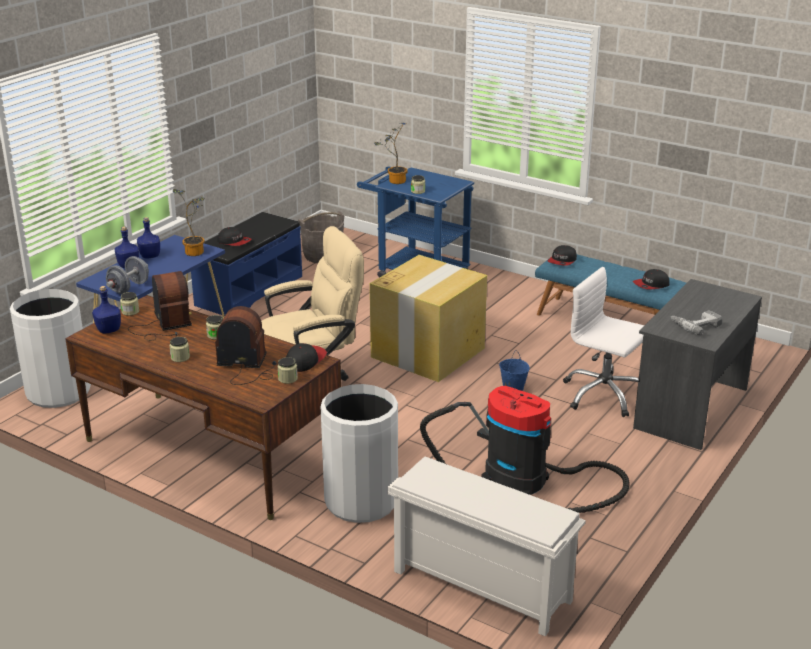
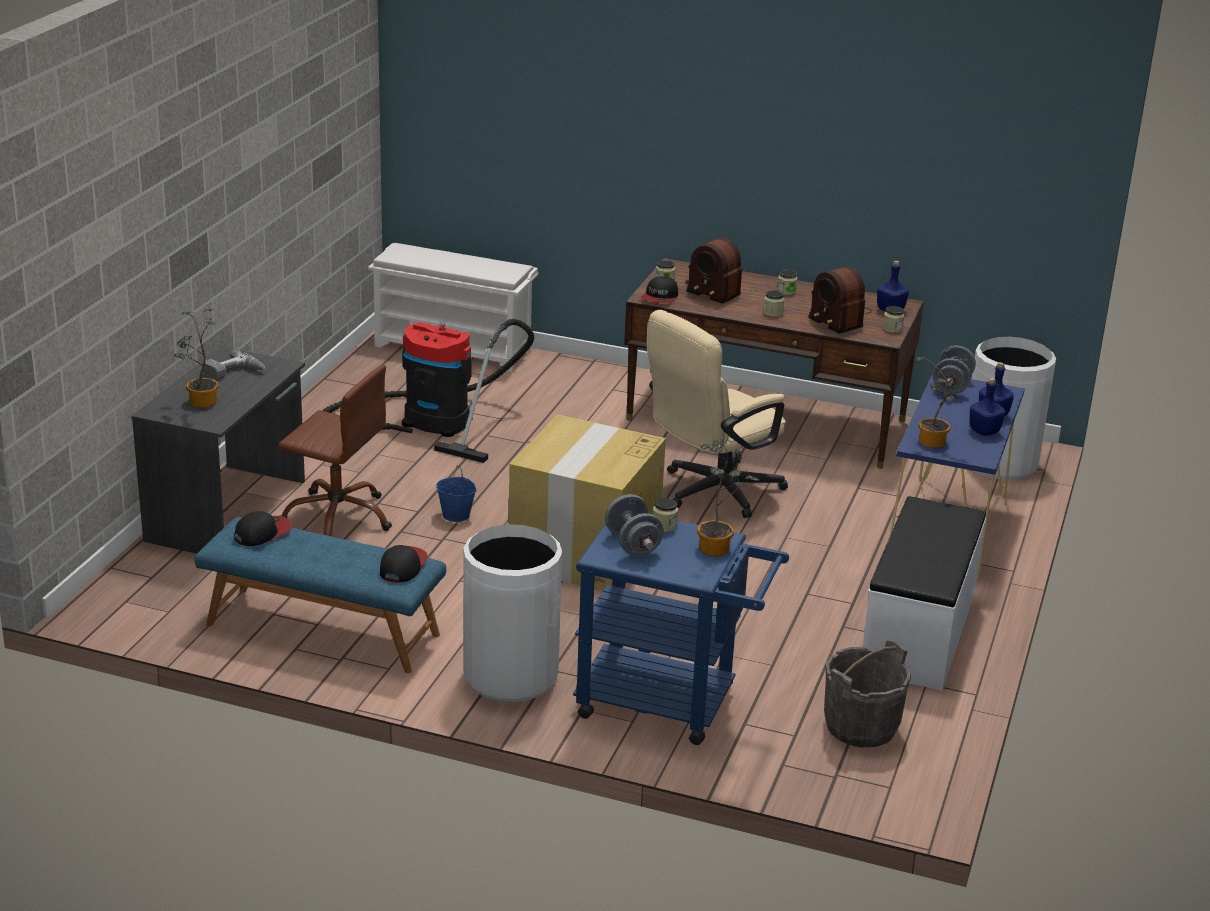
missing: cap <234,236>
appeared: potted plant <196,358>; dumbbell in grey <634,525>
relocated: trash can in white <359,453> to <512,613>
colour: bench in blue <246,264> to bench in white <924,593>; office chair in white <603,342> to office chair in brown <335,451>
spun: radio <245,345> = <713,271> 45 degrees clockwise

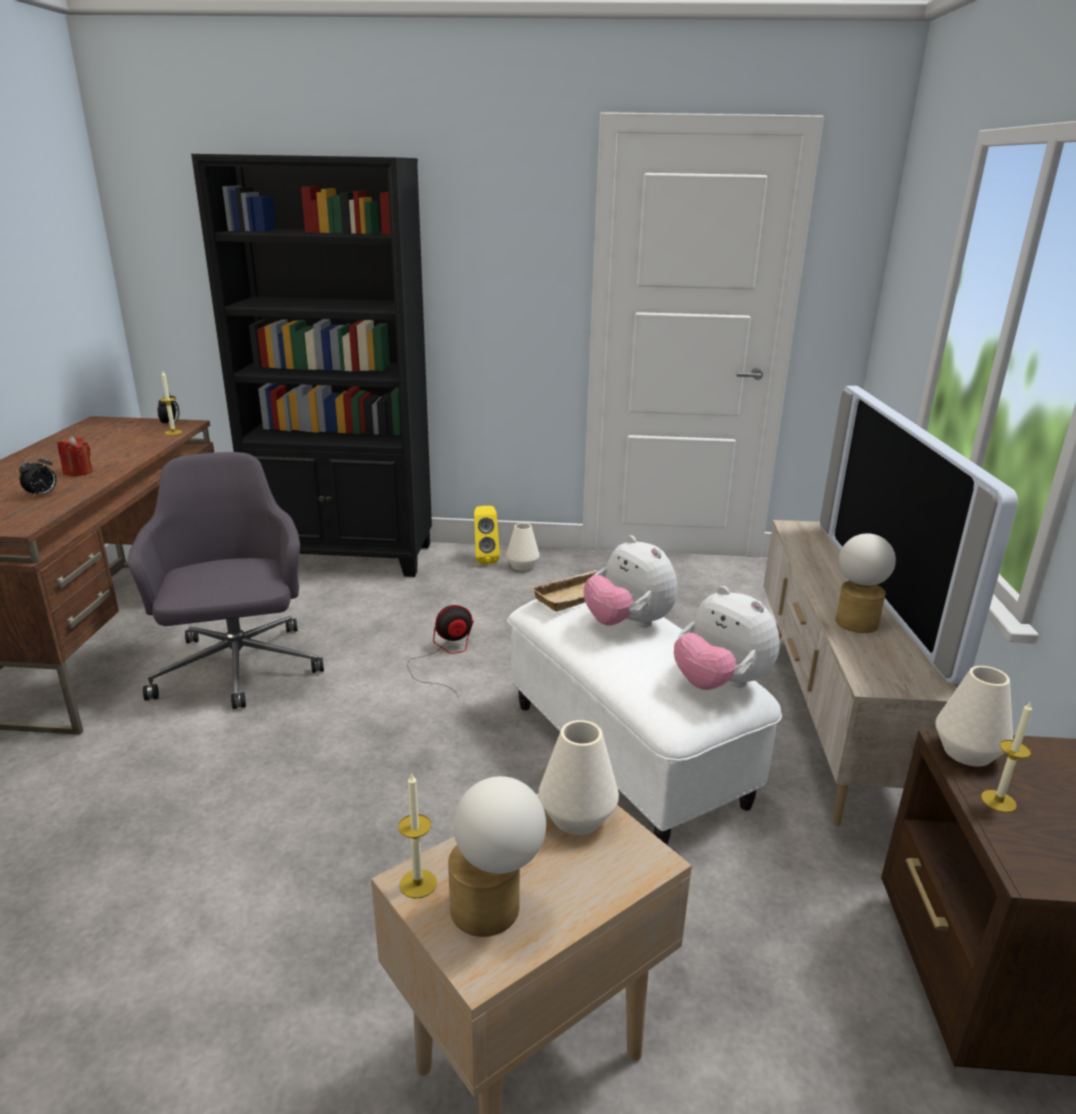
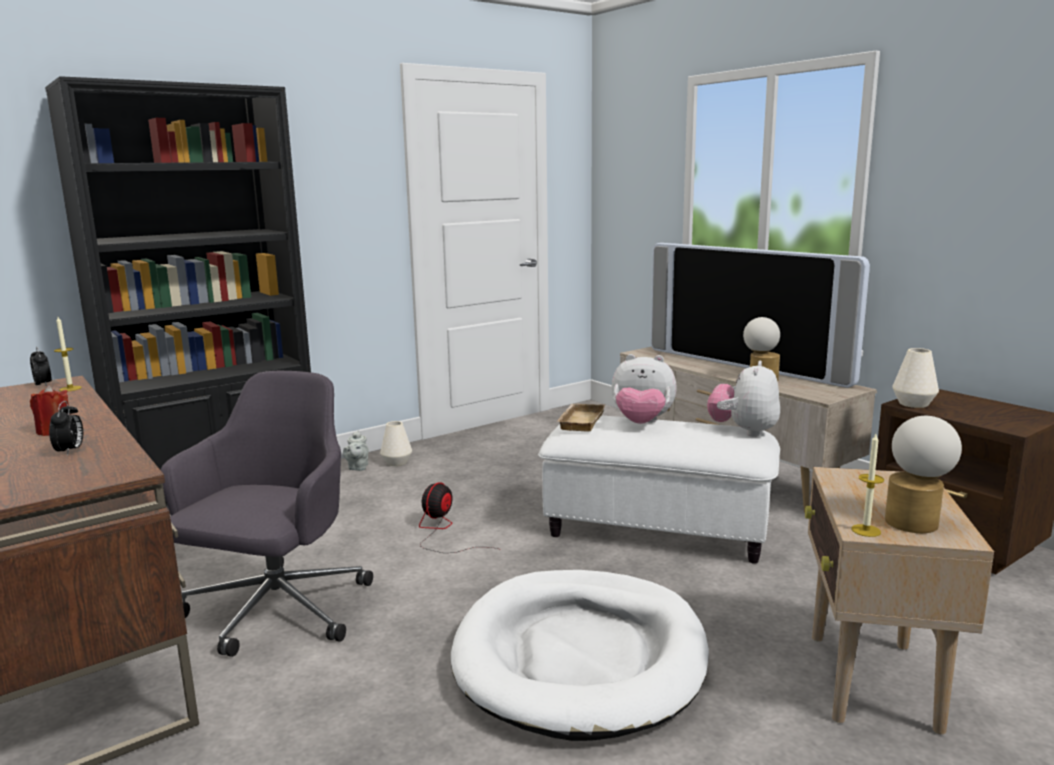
missing: candle <1006,757>; vase in white <579,777>
appeared: dog bed in white <580,655>
exchanged: speaker in yellow <487,535> to teapot in grey <356,451>
spun: office chair in grey <226,580> = <266,514> 75 degrees clockwise; plush toy <727,638> = <743,399> 105 degrees clockwise

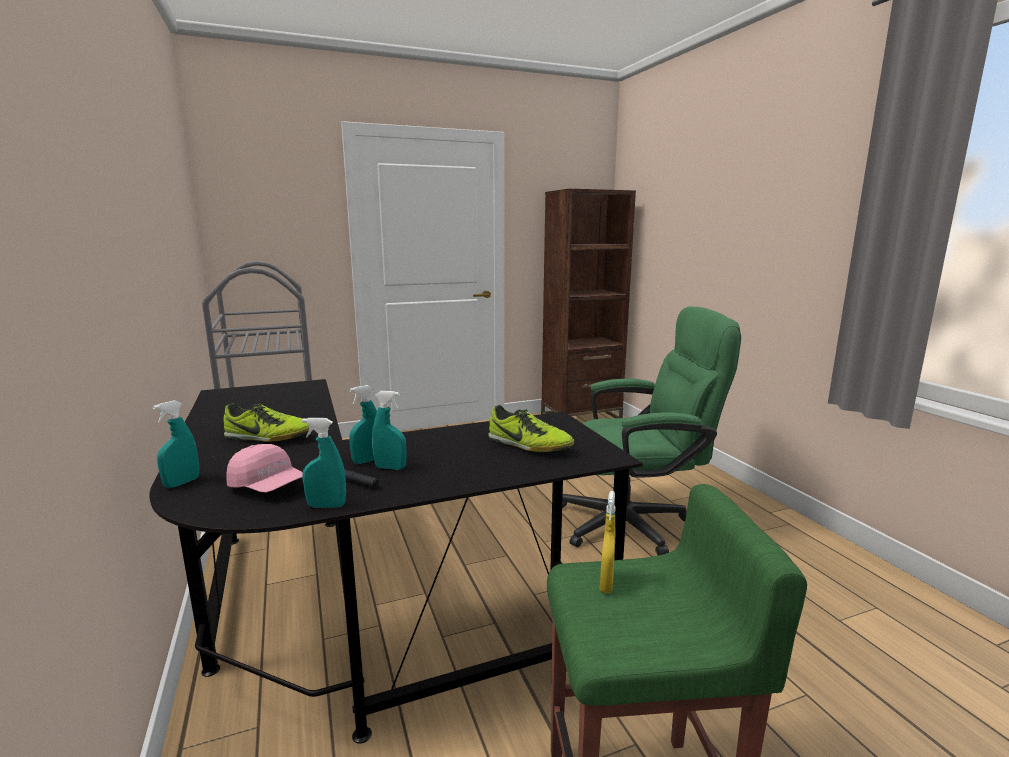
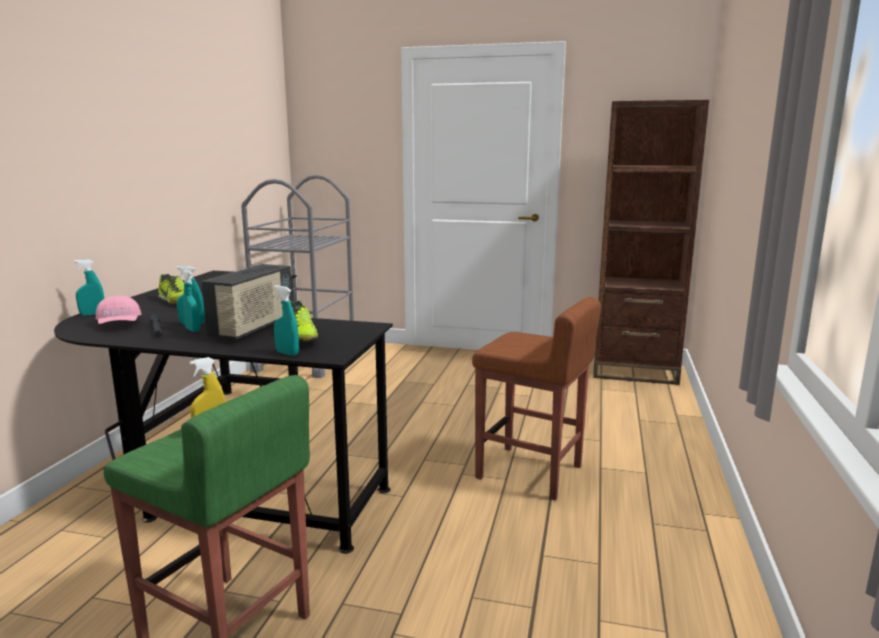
appeared: radio <247,301>
relocated: spray bottle in turquoise <324,463> to <286,320>
exchanged: office chair in green <651,430> to stool in brown <536,399>

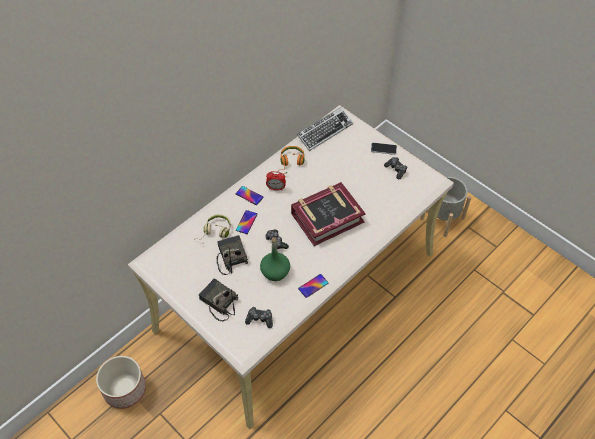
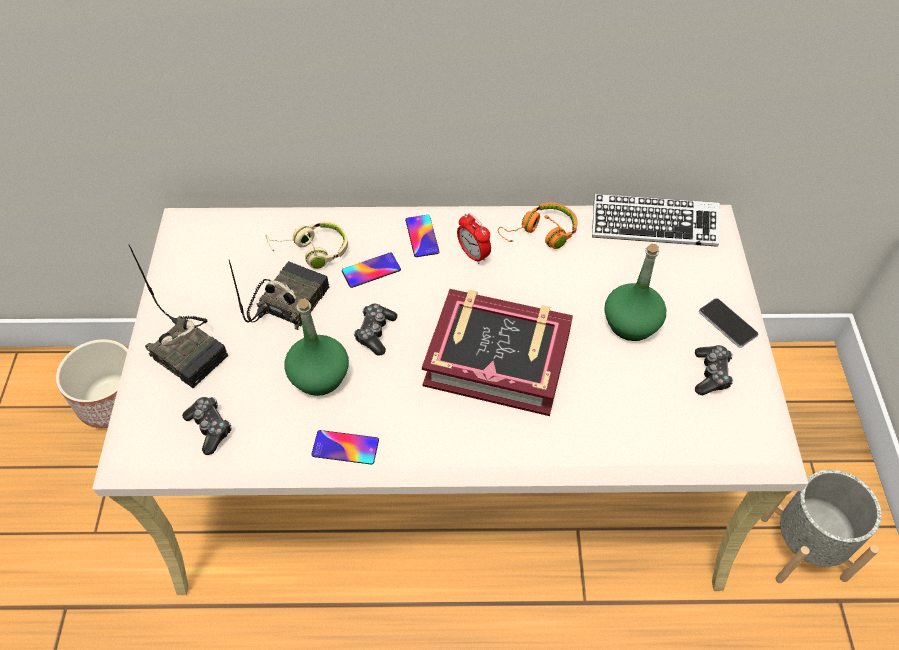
appeared: bottle in green <635,292>
spun: radio <218,300> = <178,316> 135 degrees clockwise

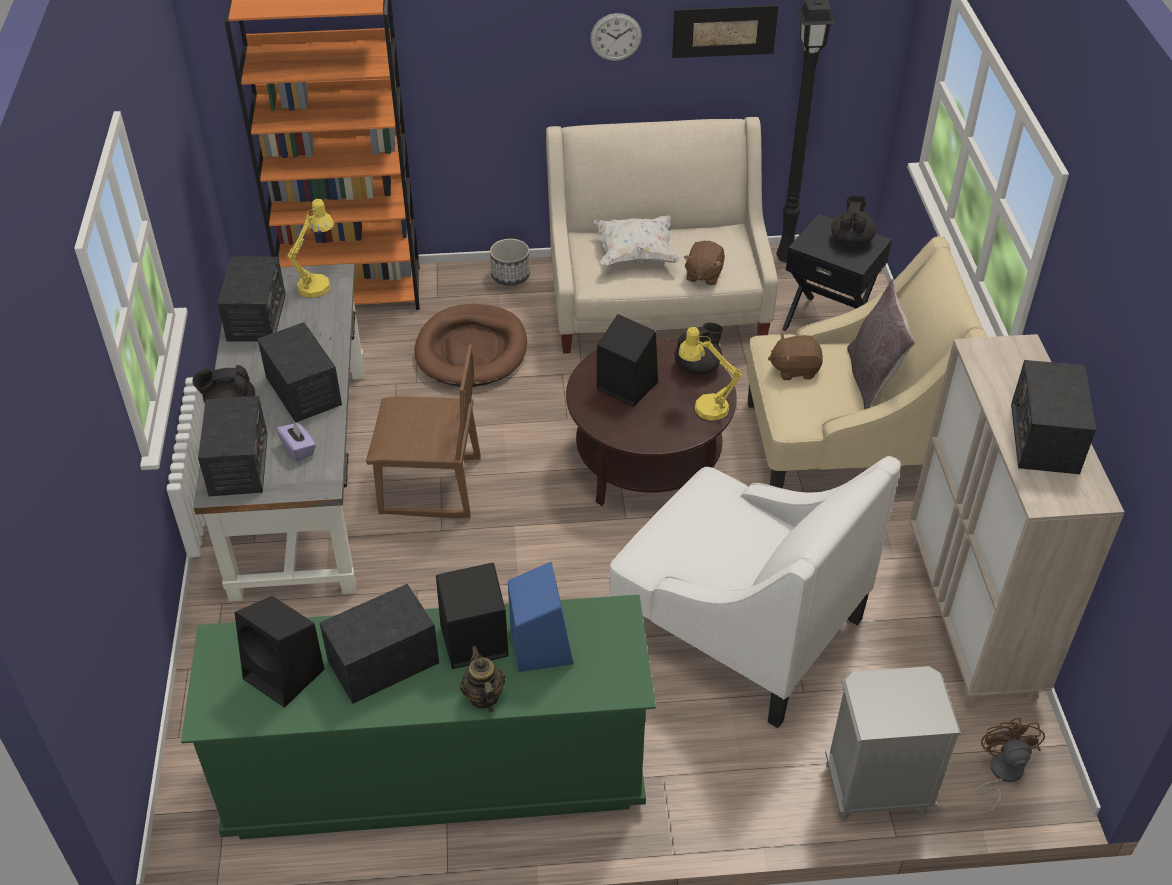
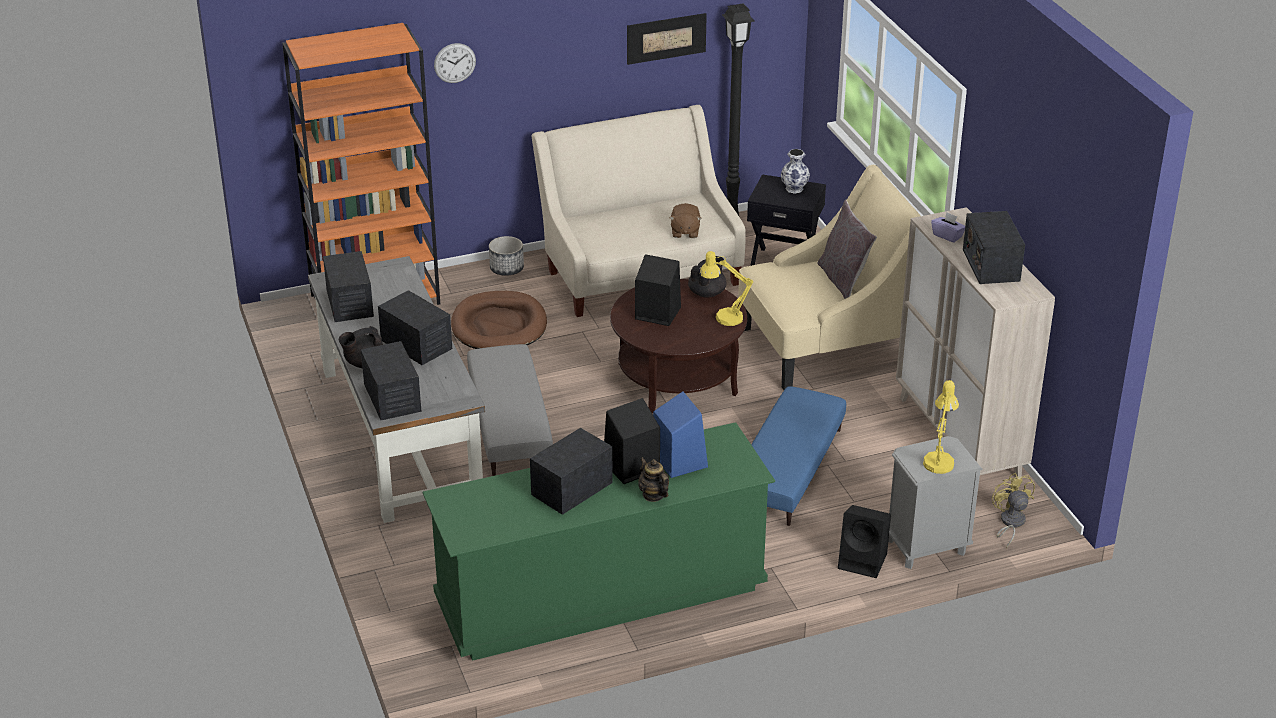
missing: pillow in white <637,240>; plush toy in brown <795,357>
relocated: wall clock <616,37> to <455,63>; table lamp in yellow <310,248> to <941,427>; tissue box in purple <296,441> to <948,227>; speaker in black <280,652> to <864,541>
exchanged: teapot in black <853,220> to vase <795,171>; chair in brown <423,431> to ottoman in grey <510,410>; armchair in white <755,592> to ottoman in blue <798,456>
colour: fan in brown <1010,766> to fan in yellow <1013,510>

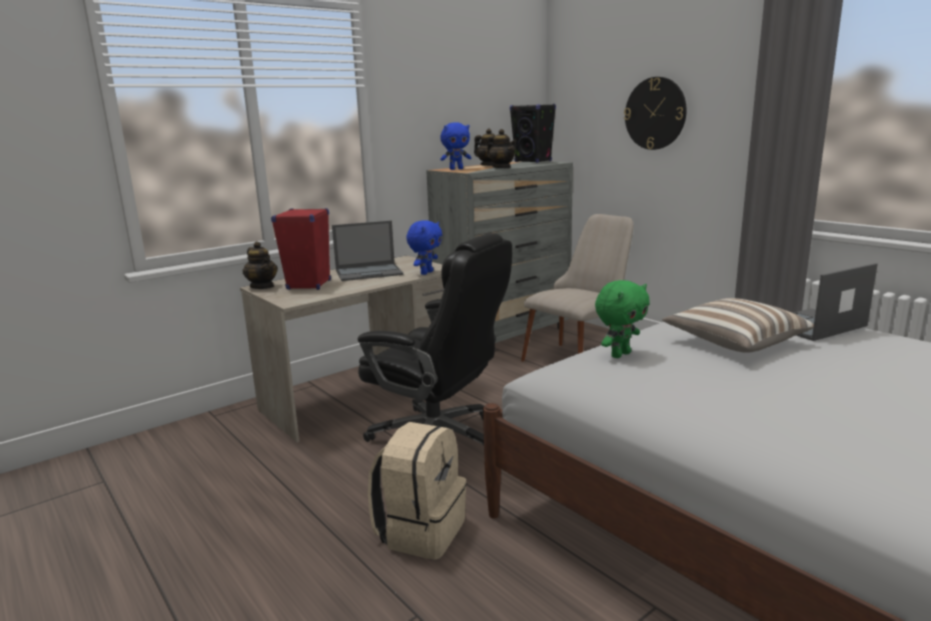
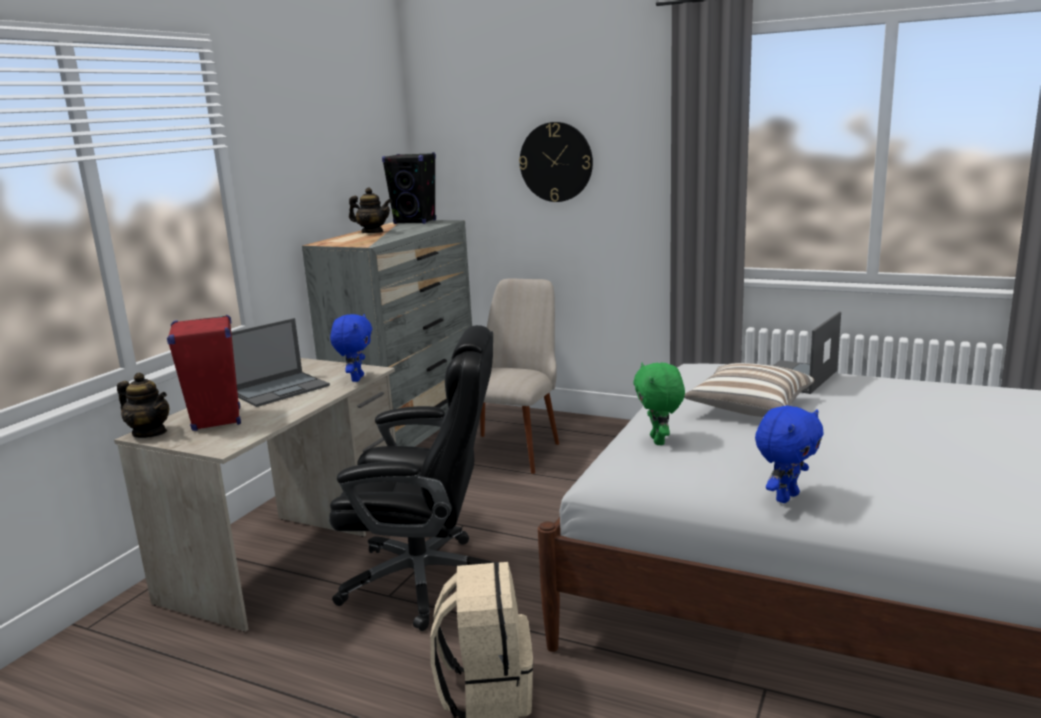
missing: teapot <501,148>
relocated: plush toy in blue <455,146> to <789,454>
spun: plush toy in green <622,319> = <659,404> 150 degrees clockwise

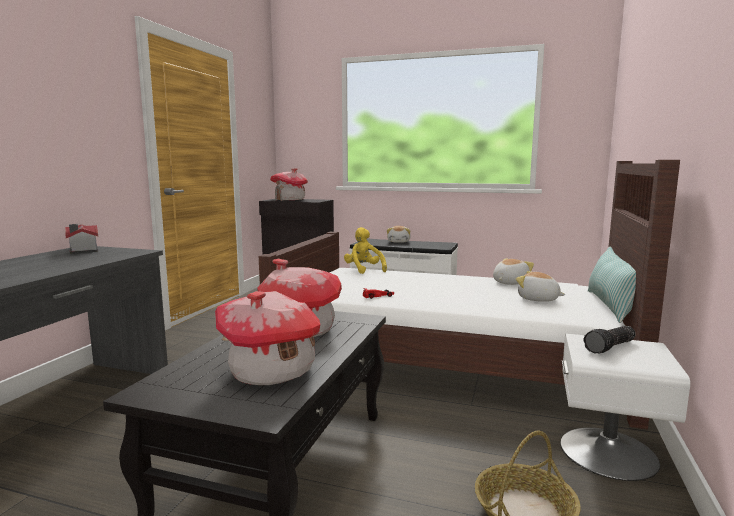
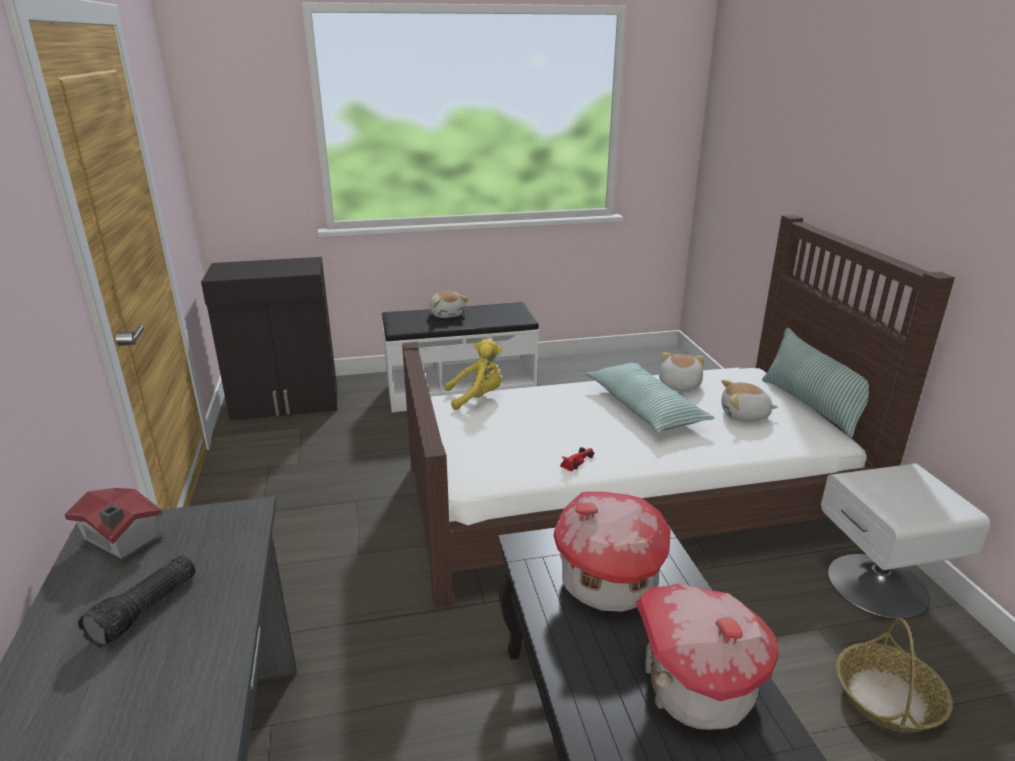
missing: toy house <289,184>
appeared: pillow <650,397>
relocated: flashlight <609,339> to <136,601>
spun: plush toy in yellow <365,250> = <473,374> 135 degrees clockwise

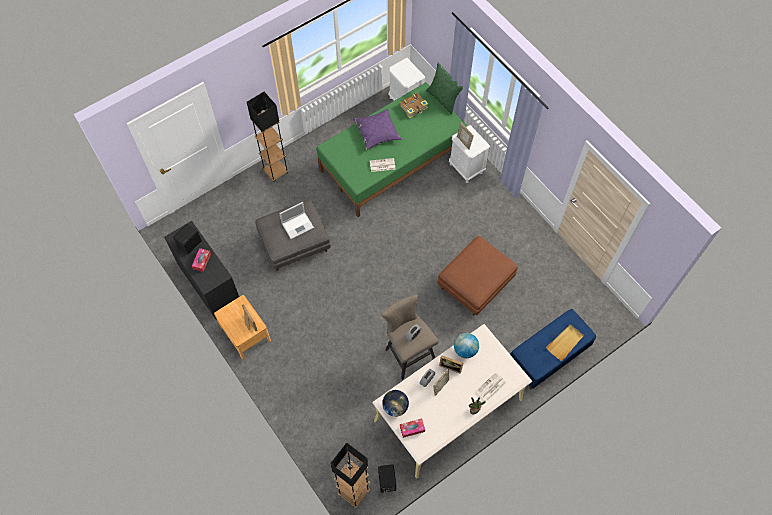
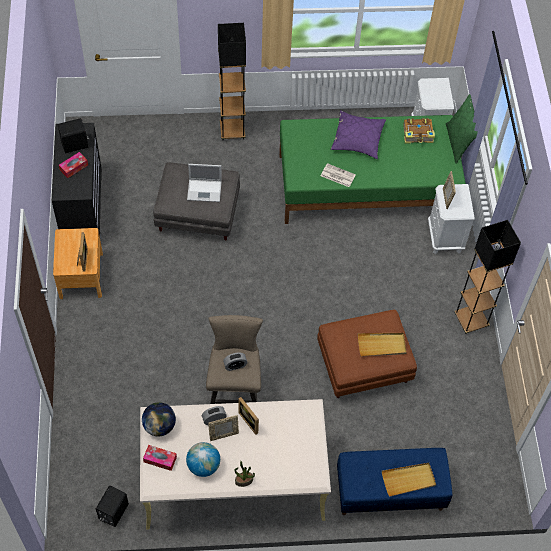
missing: newspaper <491,386>
appeared: tray in beige <382,344>
relocated: globe <466,345> to <203,459>; floor lamp in black <350,475> to <487,277>

